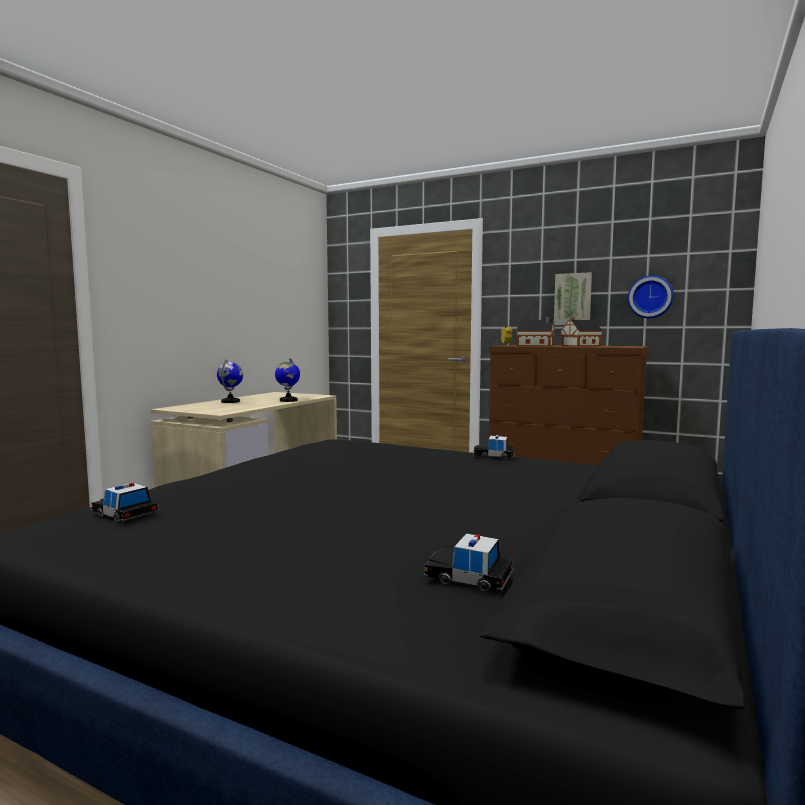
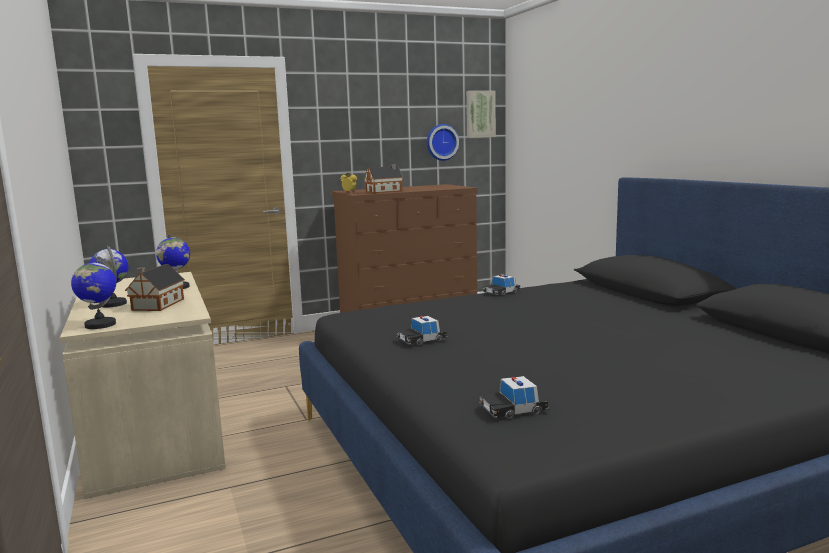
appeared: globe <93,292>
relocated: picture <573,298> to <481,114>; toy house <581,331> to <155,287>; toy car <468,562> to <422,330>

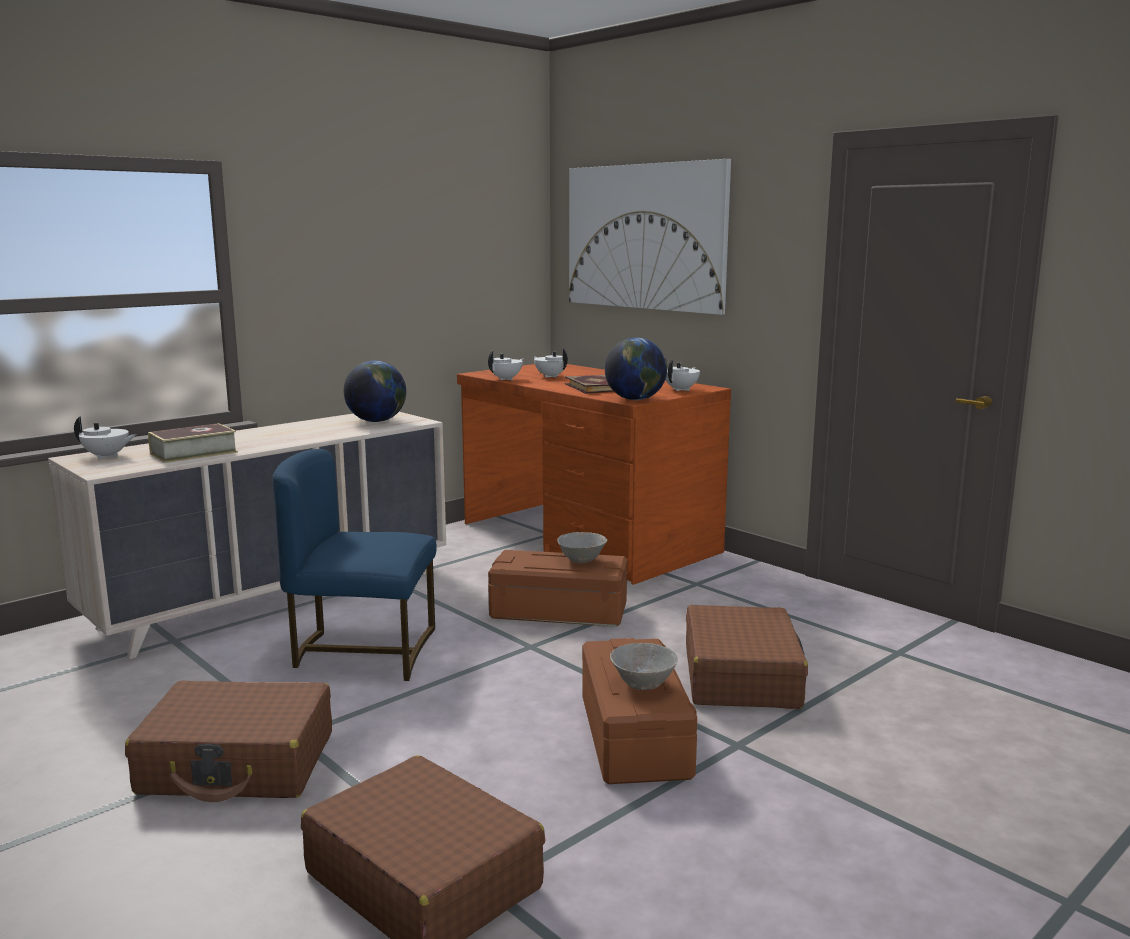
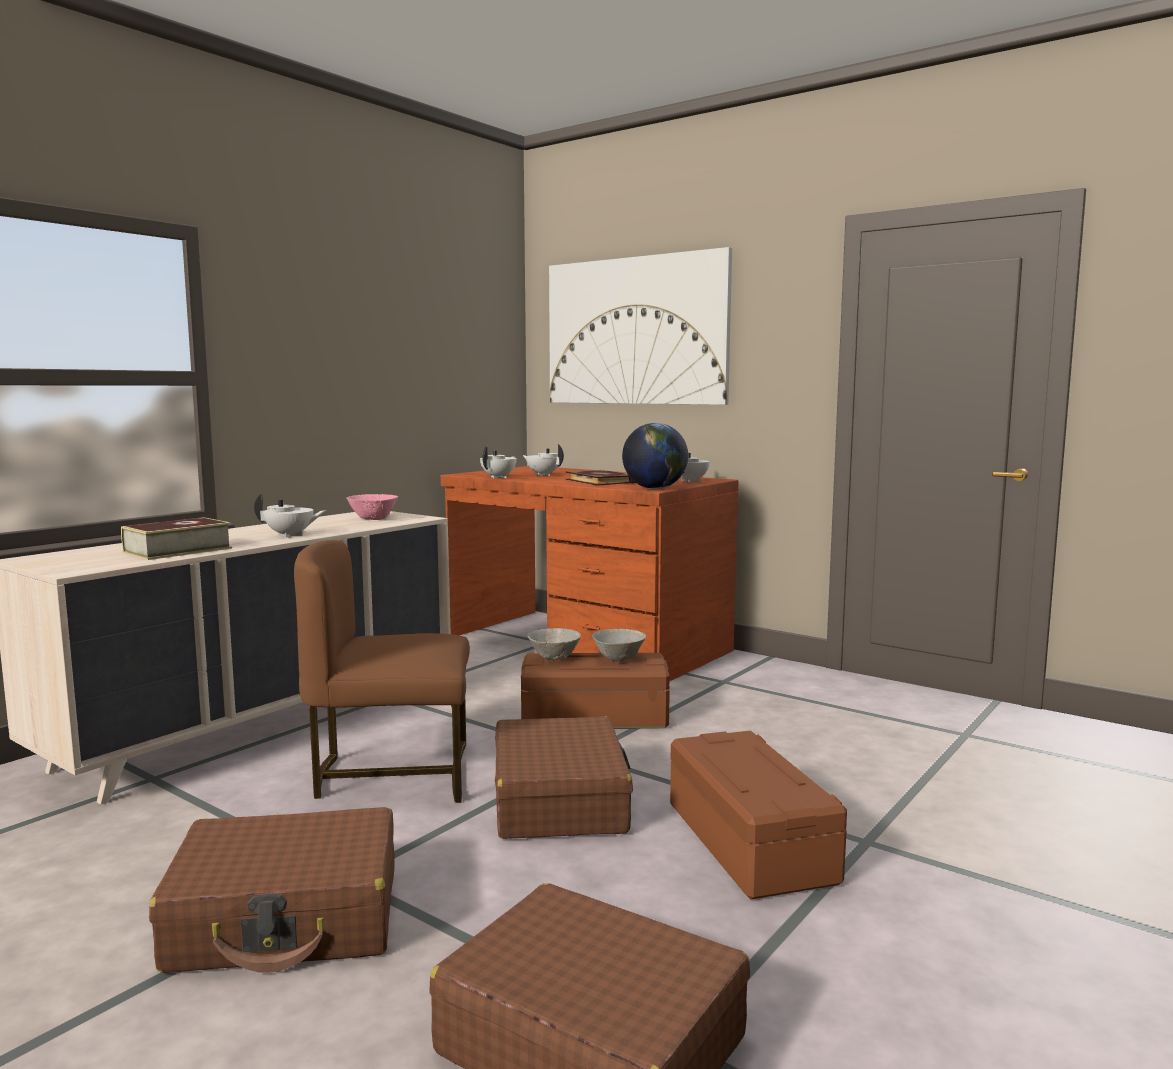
relocated: teapot in white <105,437> to <290,516>; suitcase in brown <747,657> to <564,777>; bowl in grey <644,666> to <554,644>
exchanged: globe <375,391> to bowl in pink <372,507>
colour: chair in blue <354,565> to chair in brown <382,671>

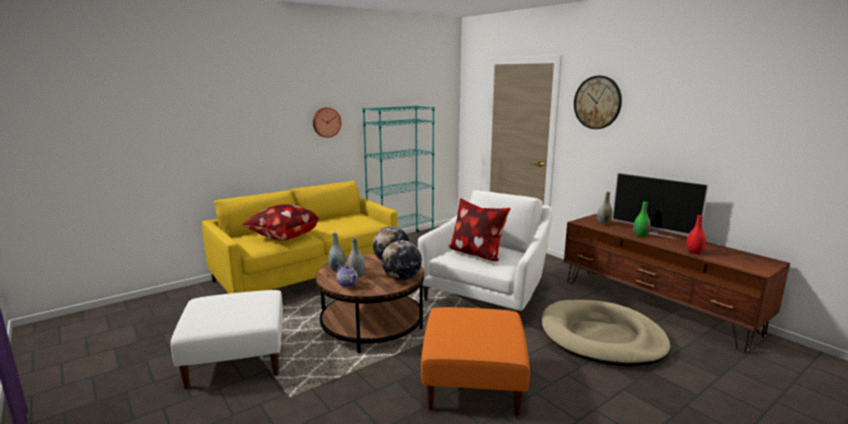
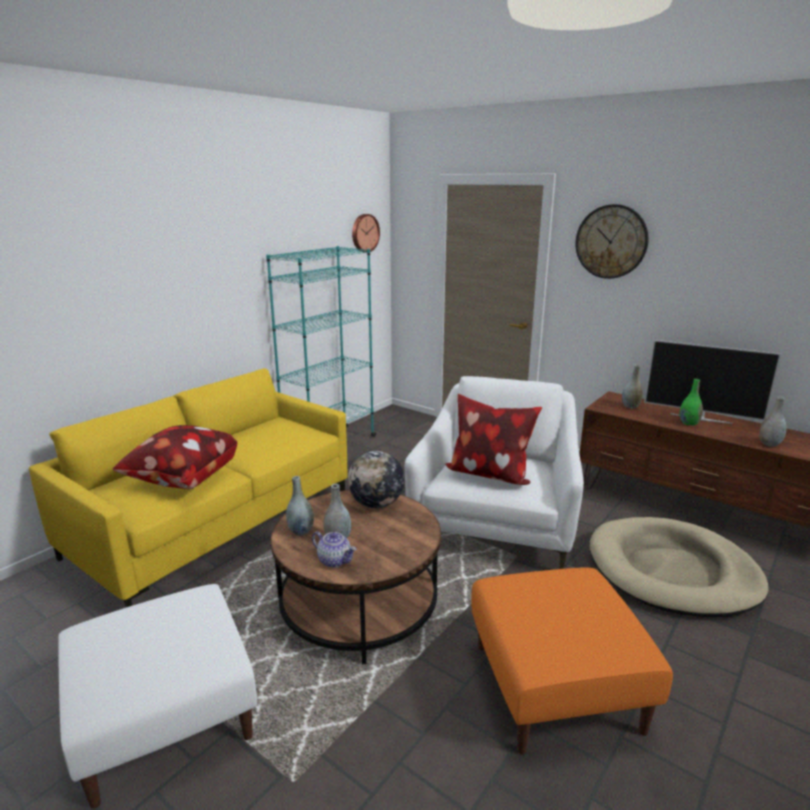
missing: globe <402,260>
relocated: wall clock <327,122> to <366,233>
colour: vase in red <696,234> to vase in grey <772,422>

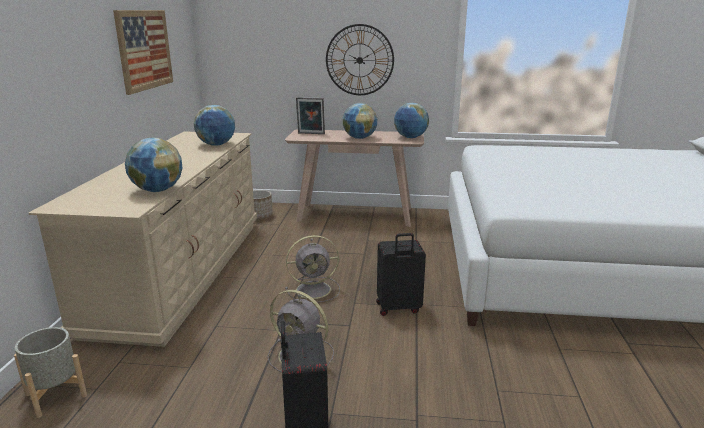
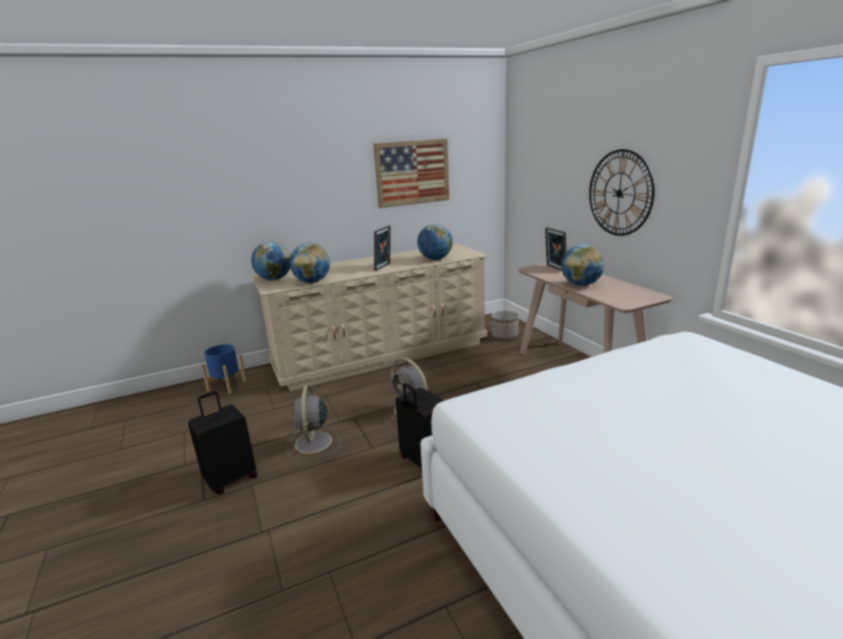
appeared: picture frame <382,248>
relocated: globe <411,120> to <270,261>
colour: planter in grey <50,372> to planter in blue <224,369>

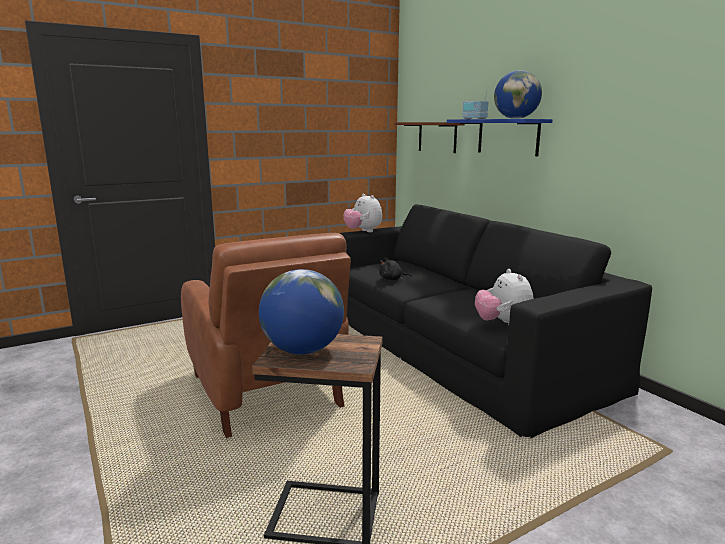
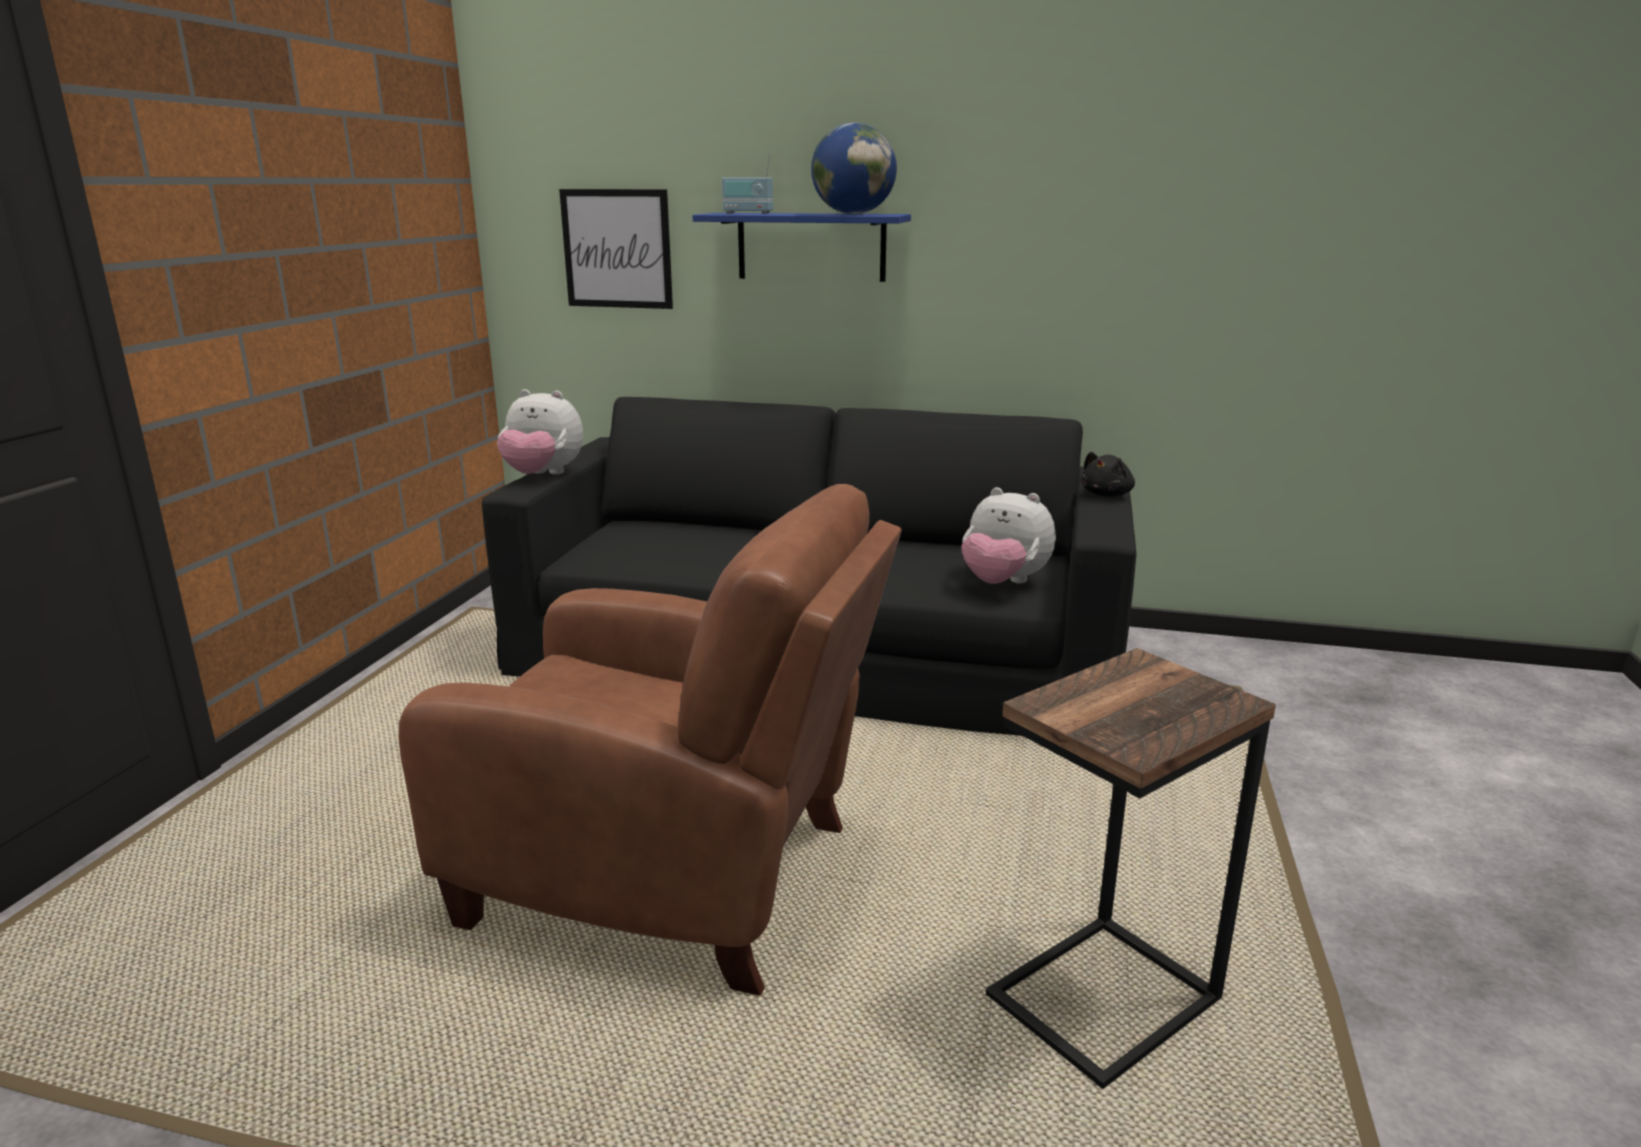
missing: globe <301,311>
relocated: plush toy in black <395,268> to <1108,474>
exchanged: shelf in brown <429,137> to picture <616,249>

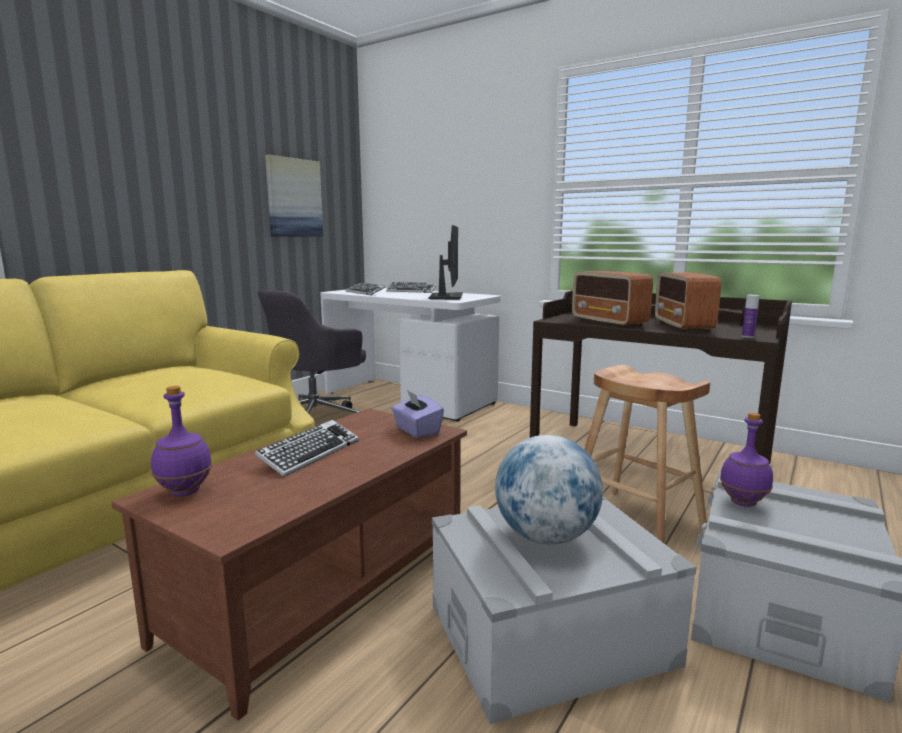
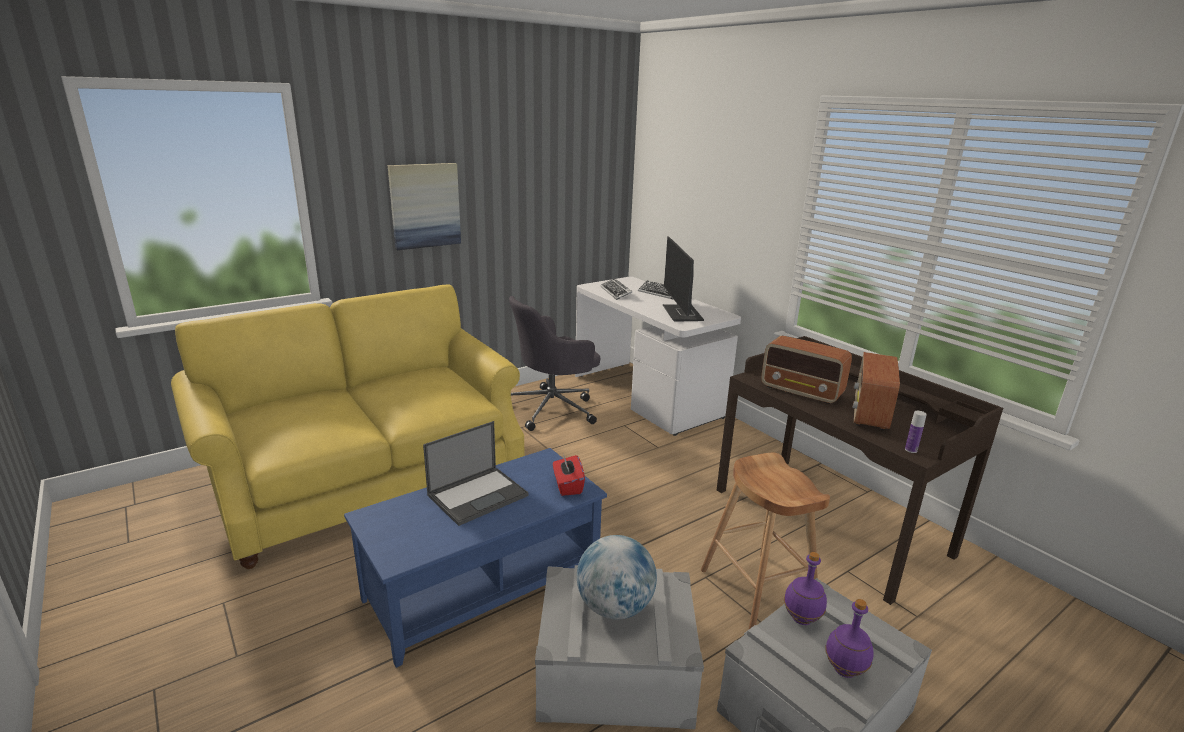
relocated: picture <294,196> to <424,206>; bottle in purple <181,441> to <849,638>
exchanged: keyboard <306,448> to laptop <476,473>
colour: tissue box in purple <417,414> to tissue box in red <569,474>; coffee table in brown <289,564> to coffee table in blue <475,558>
spun: monitor <445,262> = <683,279> 150 degrees clockwise; radio <612,299> = <806,370> 45 degrees counterclockwise

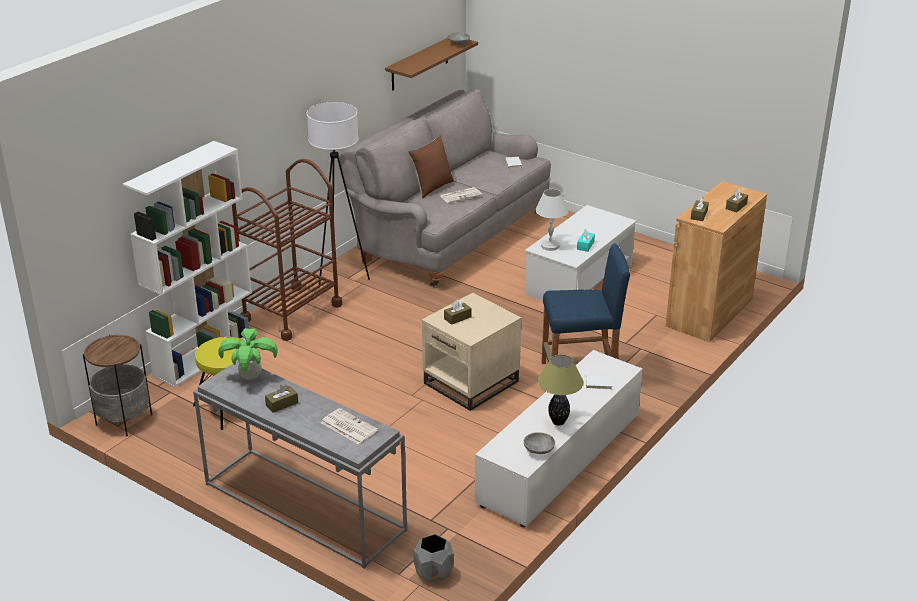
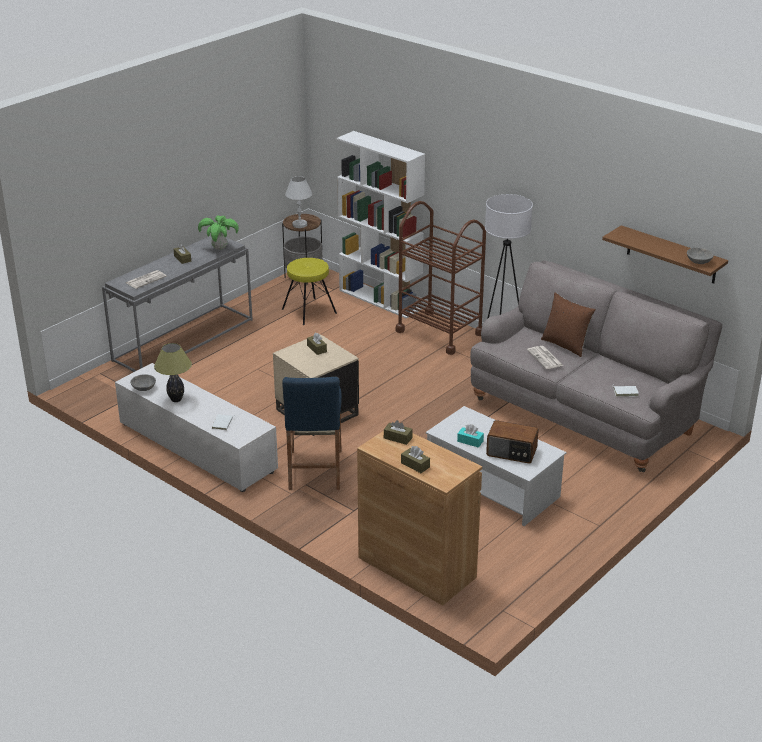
missing: planter in grey <434,558>
appeared: radio <512,442>
relocated: table lamp in white <551,220> to <298,202>

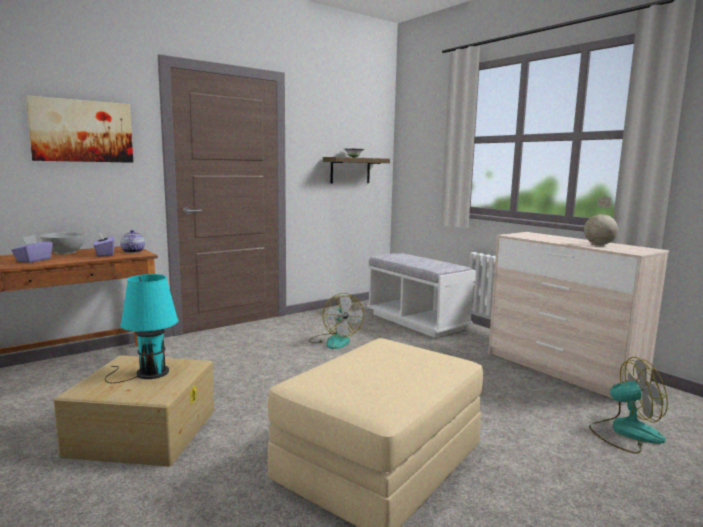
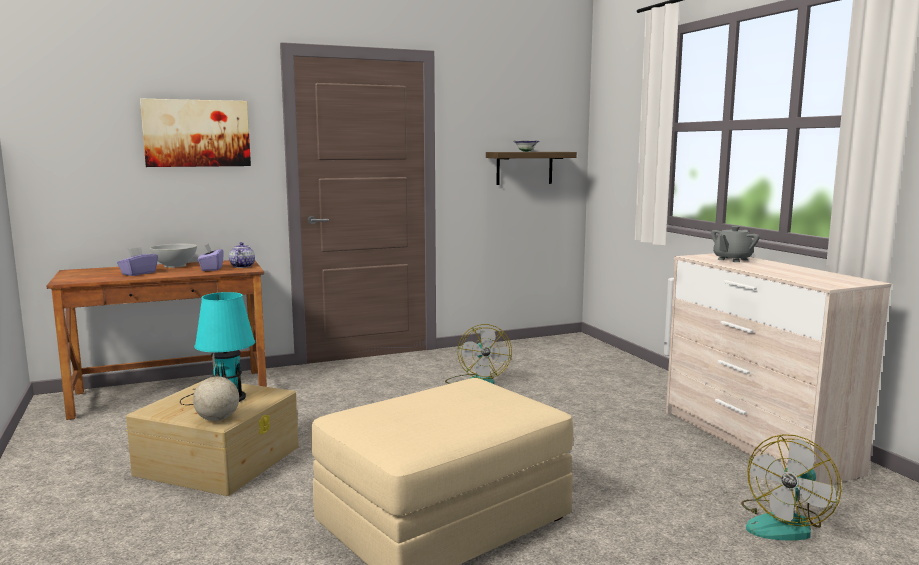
missing: bench in white <421,295>
appeared: teapot in grey <735,244>
relocated: globe <601,221> to <216,387>
spun: fan <628,405> = <791,487> 120 degrees clockwise

